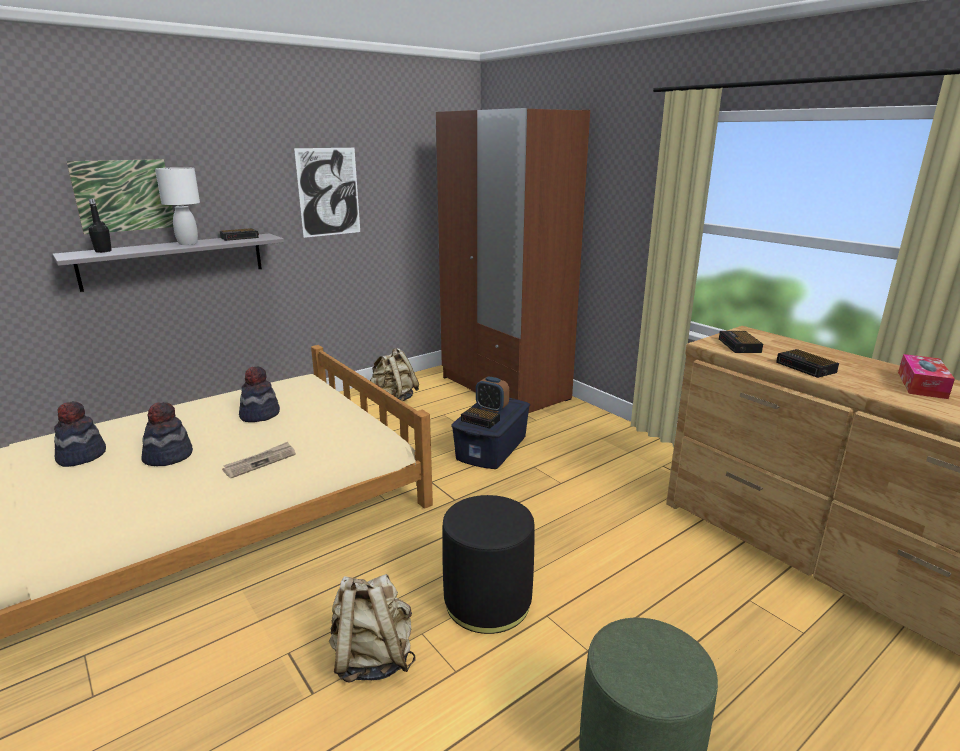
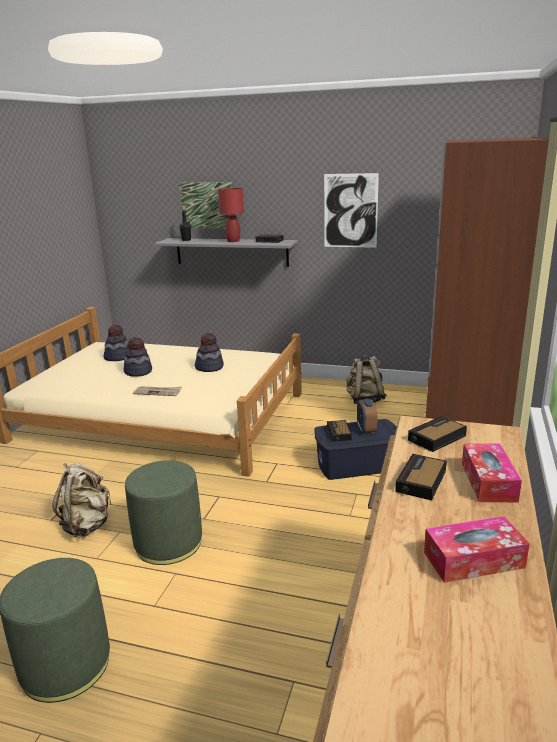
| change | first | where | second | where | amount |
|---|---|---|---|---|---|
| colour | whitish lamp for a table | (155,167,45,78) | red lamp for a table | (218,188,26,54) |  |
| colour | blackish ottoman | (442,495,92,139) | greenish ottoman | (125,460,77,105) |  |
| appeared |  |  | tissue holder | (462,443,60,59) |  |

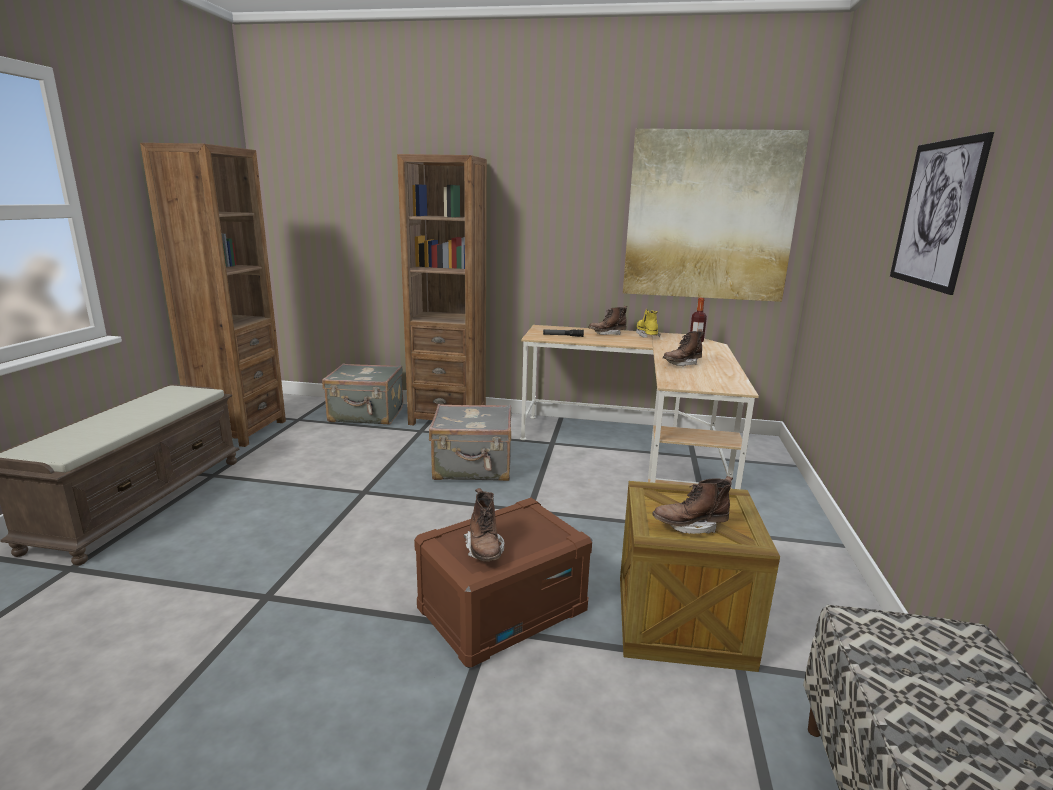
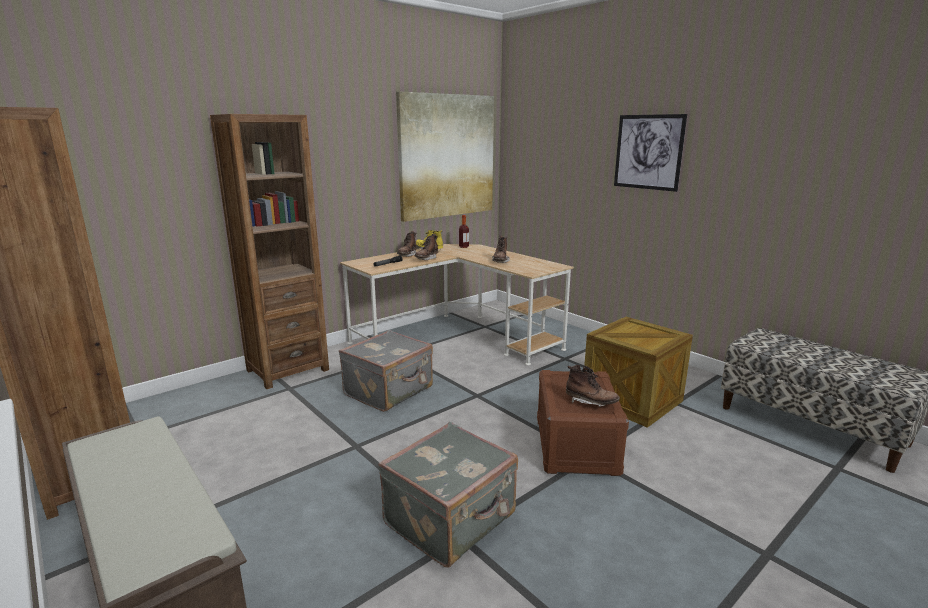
| change | first | where | second | where | amount |
|---|---|---|---|---|---|
| relocated | greyish travel case | (322,363,81,62) |  | (378,422,140,145) |  |
| relocated | brownish tall boot | (652,476,81,58) |  | (415,234,23,26) |  |

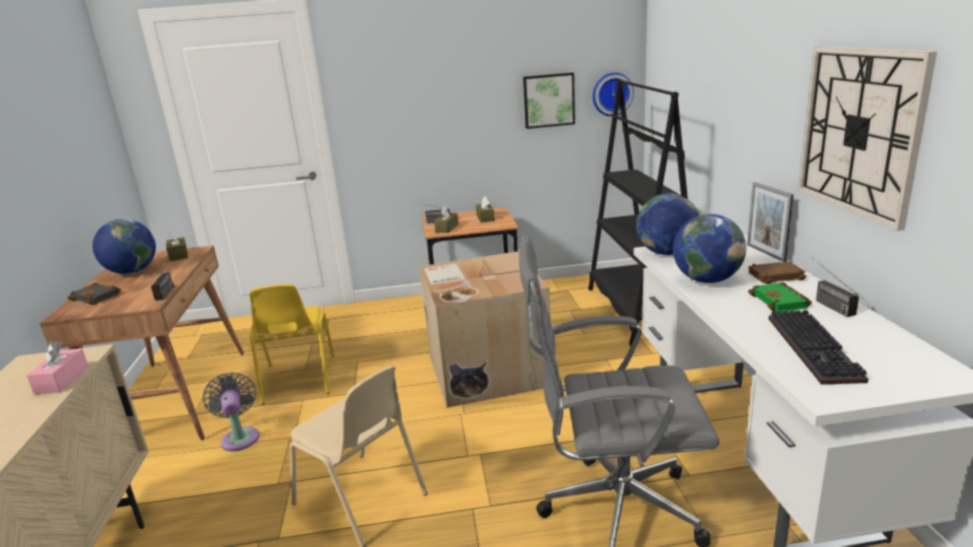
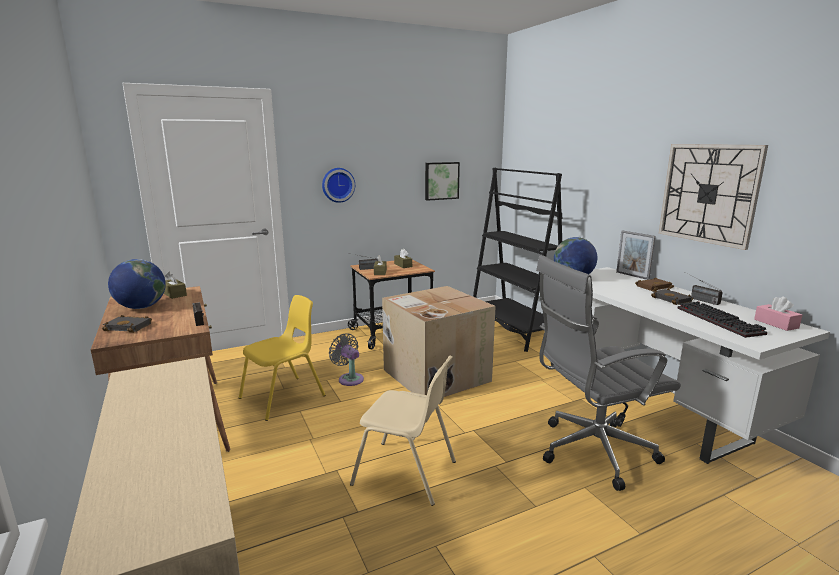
| change | first | where | second | where | amount |
|---|---|---|---|---|---|
| relocated | hanging clock | (592,72,42,44) |  | (322,168,33,35) |  |
| missing | world globe | (673,214,73,69) |  |  |  |
| colour | greenish volume | (748,282,64,30) | blackish volume | (651,288,42,17) |  |
| spun | yellow upright chair | (250,284,85,121) |  | (239,295,86,126) | 105 degrees counterclockwise |
| relocated | pink tissue holder | (26,341,63,53) |  | (754,296,48,35) |  |
| relocated | greyish cooling fan | (203,372,56,79) |  | (329,333,35,53) |  |

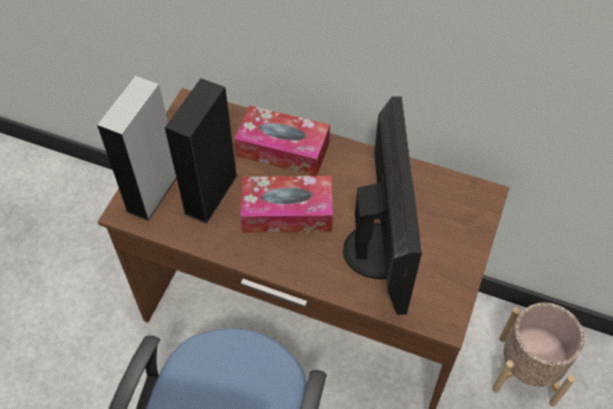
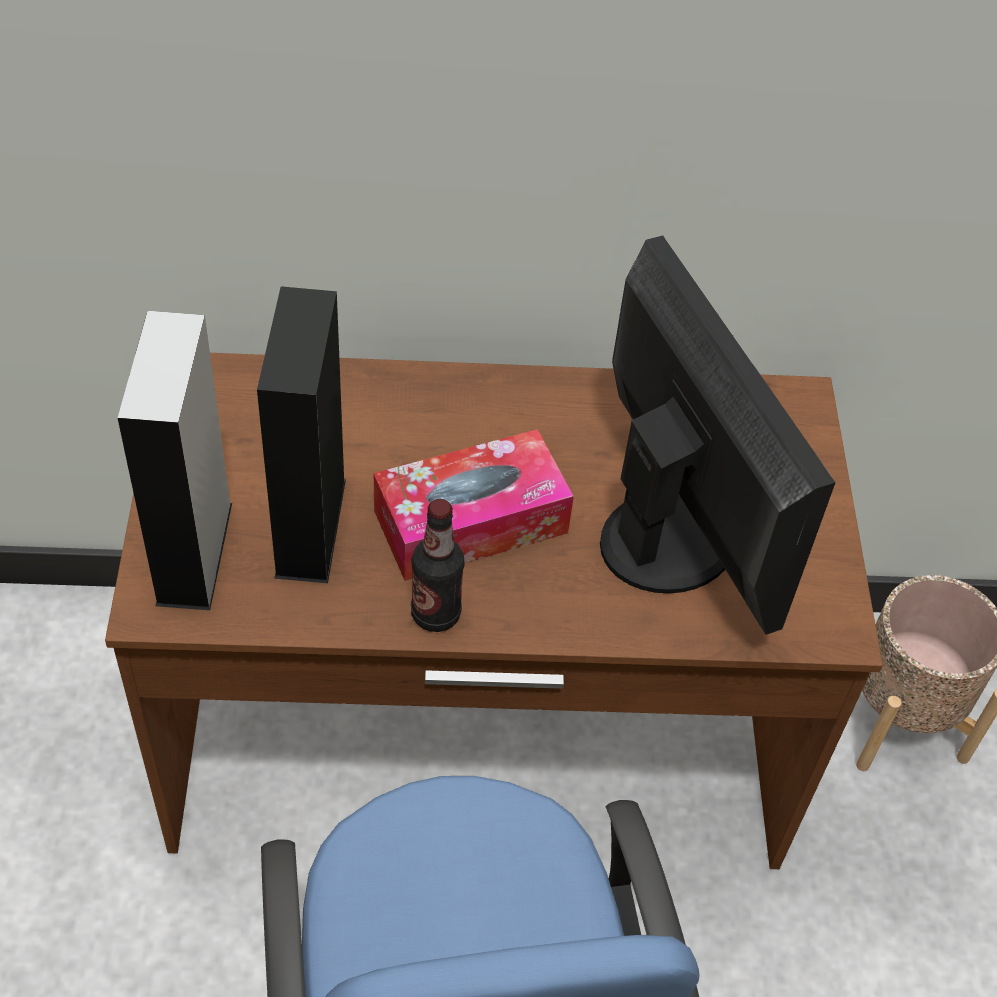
| change | first | where | second | where | amount |
|---|---|---|---|---|---|
| missing | tissue holder | (234,105,96,71) |  |  |  |
| appeared |  |  | beverage bottle | (411,499,53,133) |  |

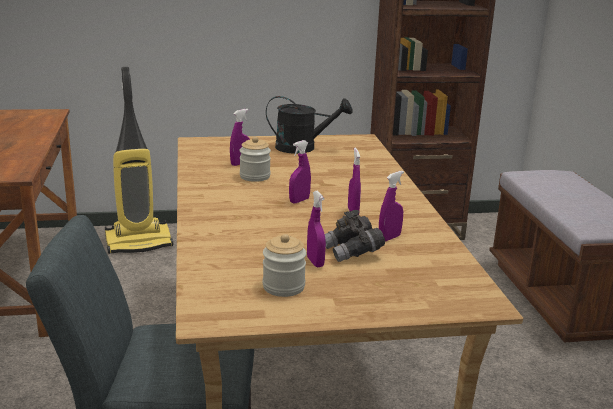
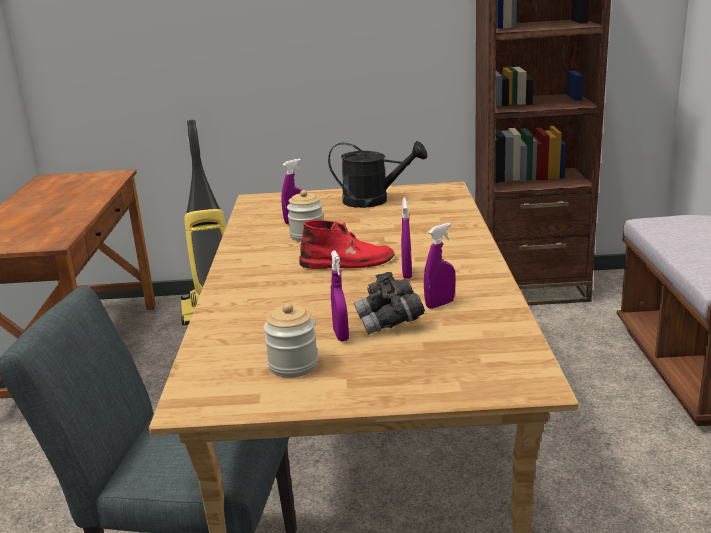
| change | first | where | second | where | amount |
|---|---|---|---|---|---|
| exchanged | purplish spray bottle | (289,140,22,63) | red tall boot | (299,220,96,49) |  |

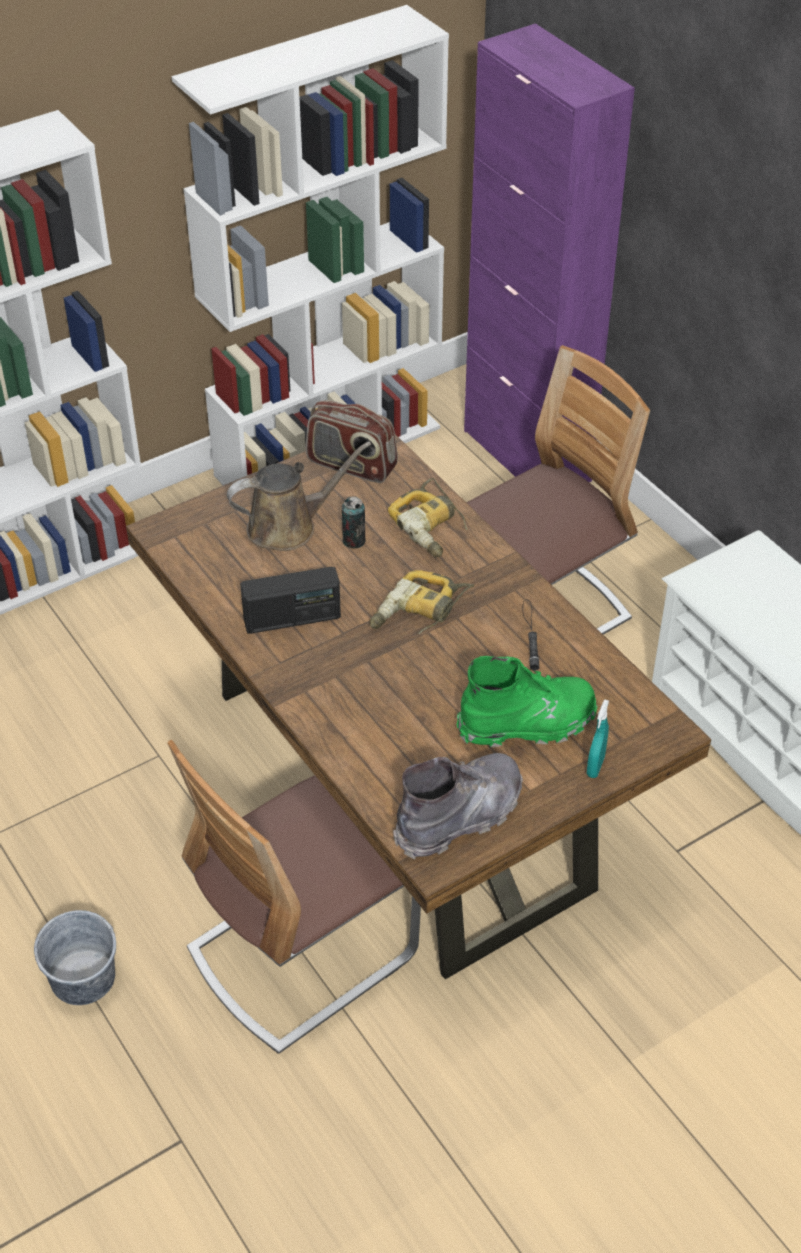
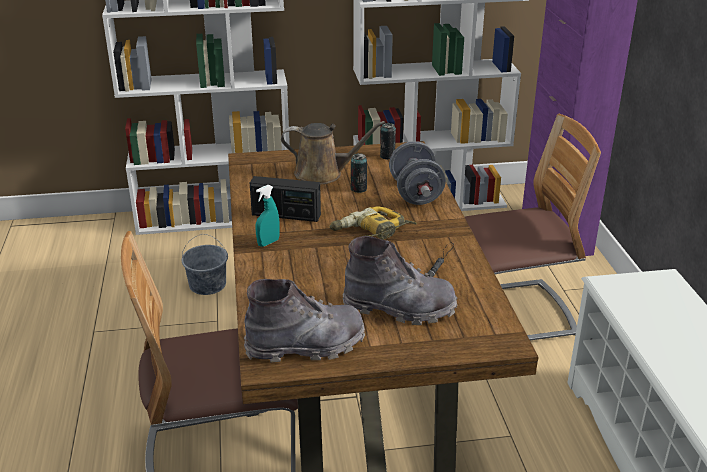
| change | first | where | second | where | amount |
|---|---|---|---|---|---|
| exchanged | radio receiver | (306,400,92,83) | can | (380,123,16,37) |  |
| exchanged | drill | (388,478,79,79) | greyish hand weight | (389,141,57,64) |  |
| colour | greenish tall boot | (456,656,141,92) | greyish tall boot | (342,236,115,89) |  |
| relocated | turquoise-coloured spray bottle | (587,699,22,79) |  | (255,185,25,62) |  |
| relocated | greyish water bucket | (34,910,82,95) |  | (182,234,46,61) |  |

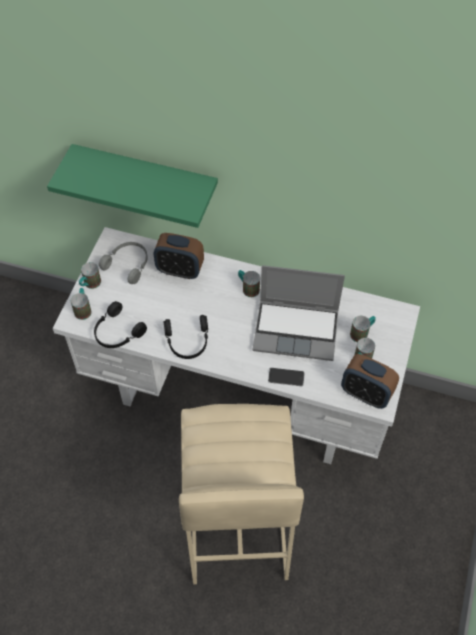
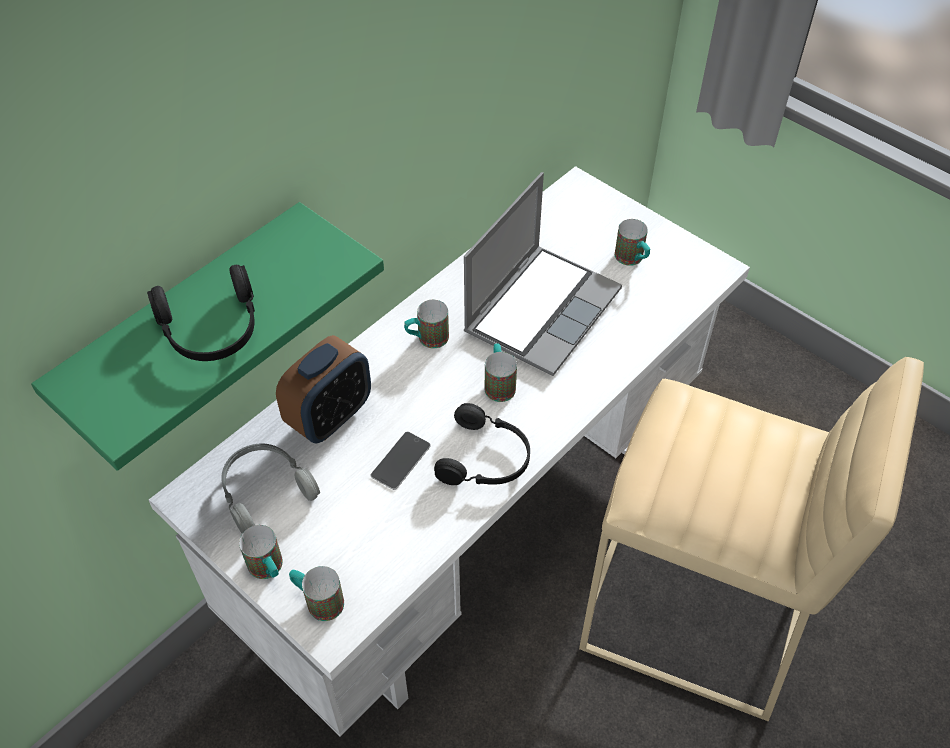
| change | first | where | second | where | amount |
|---|---|---|---|---|---|
| relocated | blackish headphones | (94,301,53,47) |  | (147,265,108,96) |  |
| relocated | tea mug | (350,316,26,26) |  | (485,343,32,59) |  |
| missing | bedside clock | (341,354,58,55) |  |  |  |
| relocated | phone | (268,368,37,18) |  | (371,431,60,59) |  |

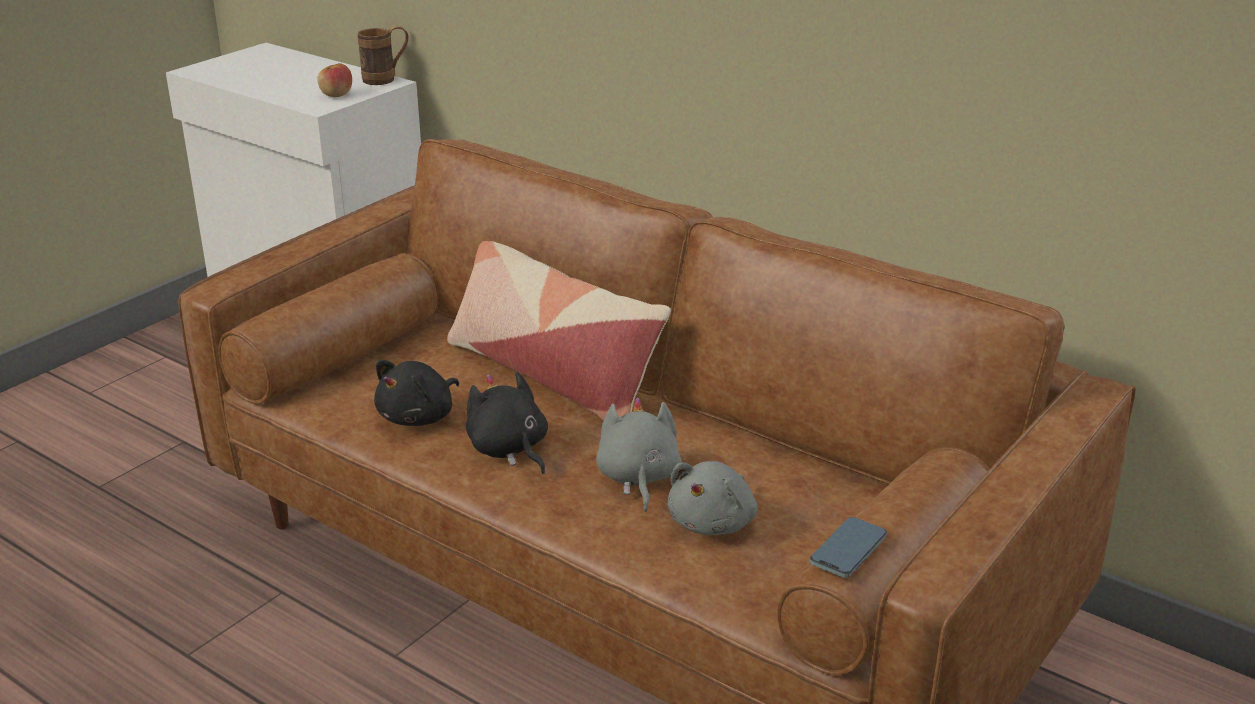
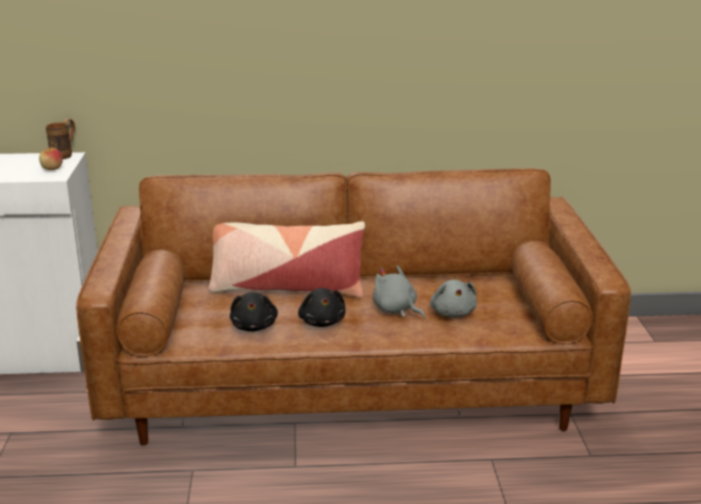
| change | first | where | second | where | amount |
|---|---|---|---|---|---|
| spun | blackish plush toy | (466,371,82,103) |  | (298,288,47,39) | 120 degrees counterclockwise |
| missing | phone | (810,517,77,61) |  |  |  |

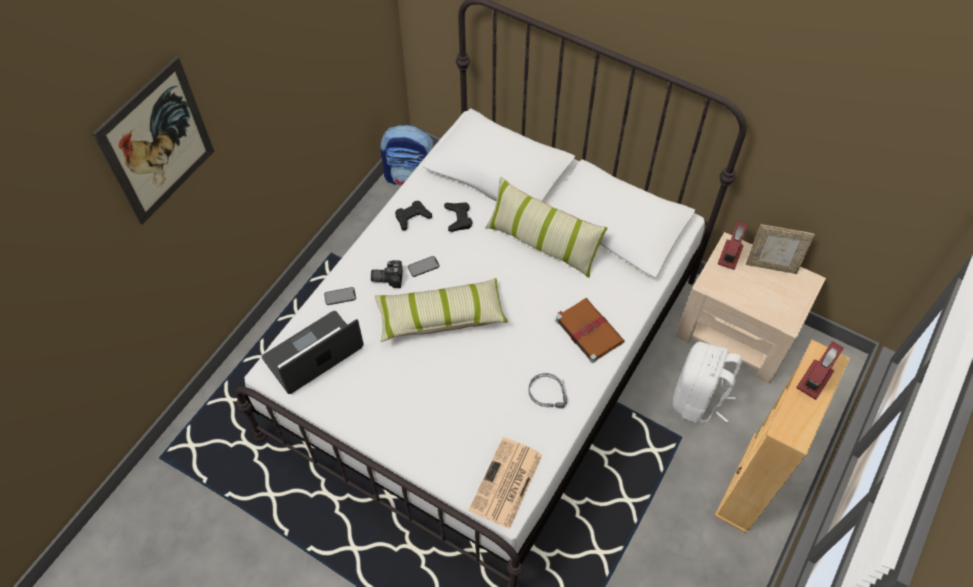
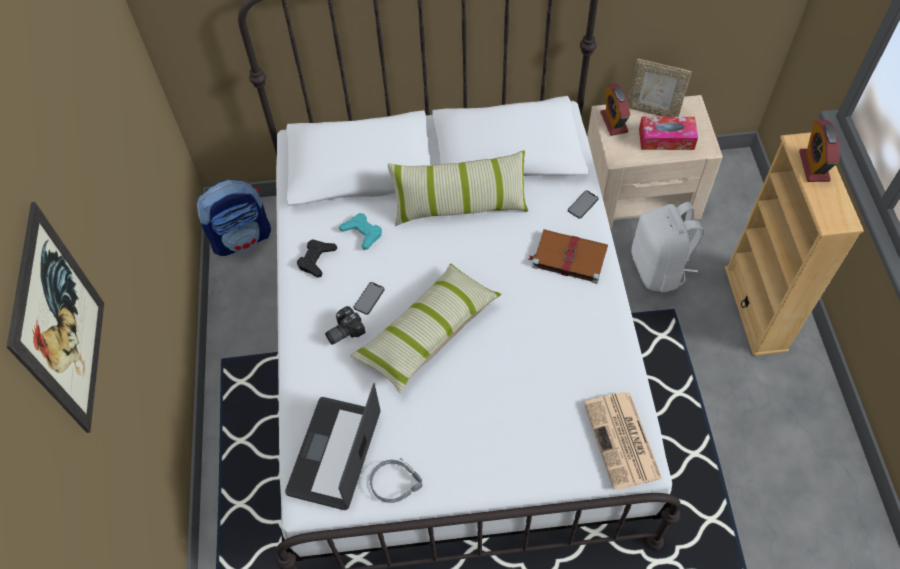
| change | first | where | second | where | amount |
|---|---|---|---|---|---|
| colour | blackish gamepad | (444,202,28,30) | turquoise-coloured gamepad | (339,213,43,37) |  |
| spun | photo frame | (746,224,69,50) |  | (628,58,64,59) | 45 degrees clockwise |
| relocated | phone | (324,287,32,18) |  | (568,191,31,28) |  |
| relocated | greyish headphones | (528,373,39,35) |  | (370,458,52,45) |  |
| appeared |  |  | tissue holder | (639,117,59,33) |  |

